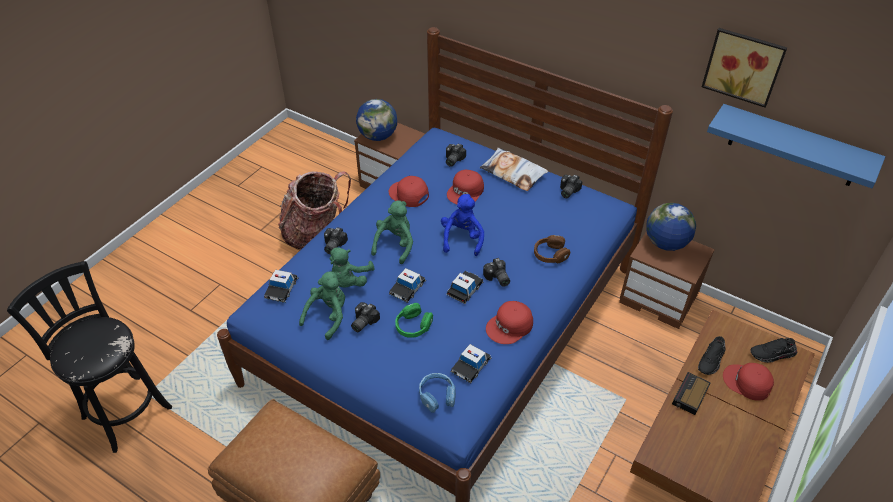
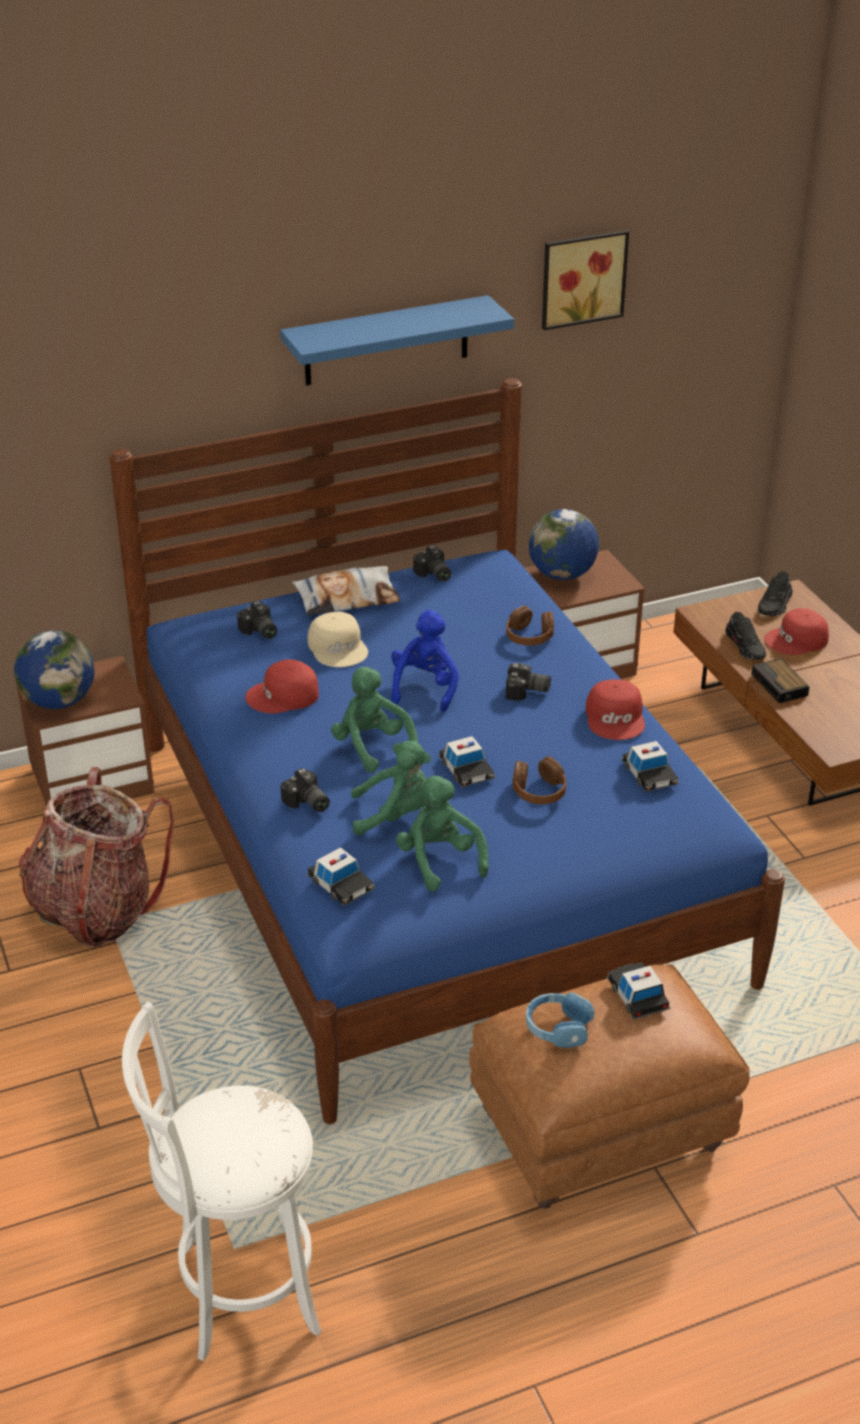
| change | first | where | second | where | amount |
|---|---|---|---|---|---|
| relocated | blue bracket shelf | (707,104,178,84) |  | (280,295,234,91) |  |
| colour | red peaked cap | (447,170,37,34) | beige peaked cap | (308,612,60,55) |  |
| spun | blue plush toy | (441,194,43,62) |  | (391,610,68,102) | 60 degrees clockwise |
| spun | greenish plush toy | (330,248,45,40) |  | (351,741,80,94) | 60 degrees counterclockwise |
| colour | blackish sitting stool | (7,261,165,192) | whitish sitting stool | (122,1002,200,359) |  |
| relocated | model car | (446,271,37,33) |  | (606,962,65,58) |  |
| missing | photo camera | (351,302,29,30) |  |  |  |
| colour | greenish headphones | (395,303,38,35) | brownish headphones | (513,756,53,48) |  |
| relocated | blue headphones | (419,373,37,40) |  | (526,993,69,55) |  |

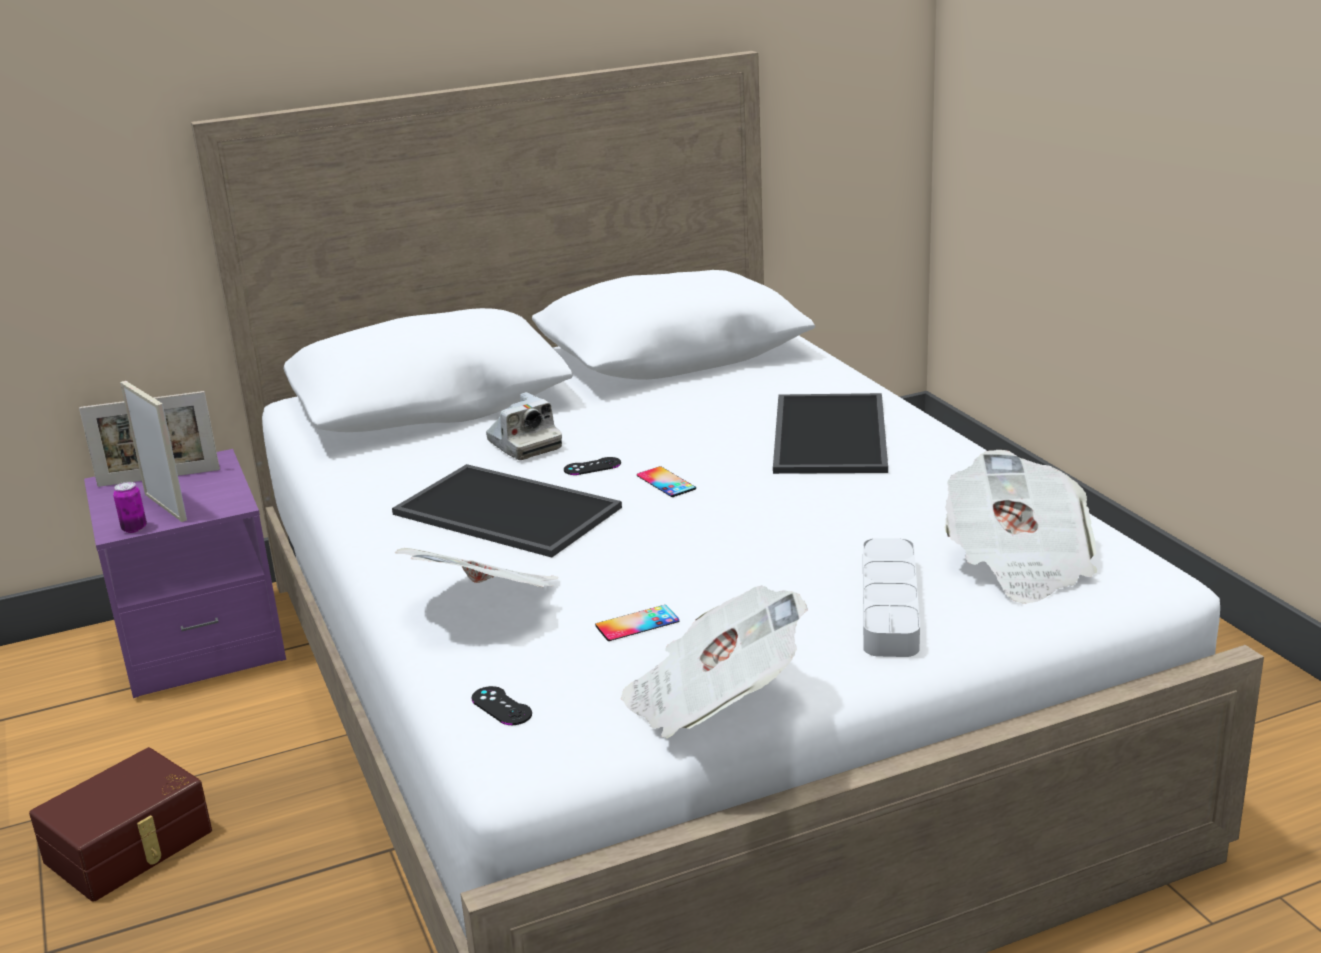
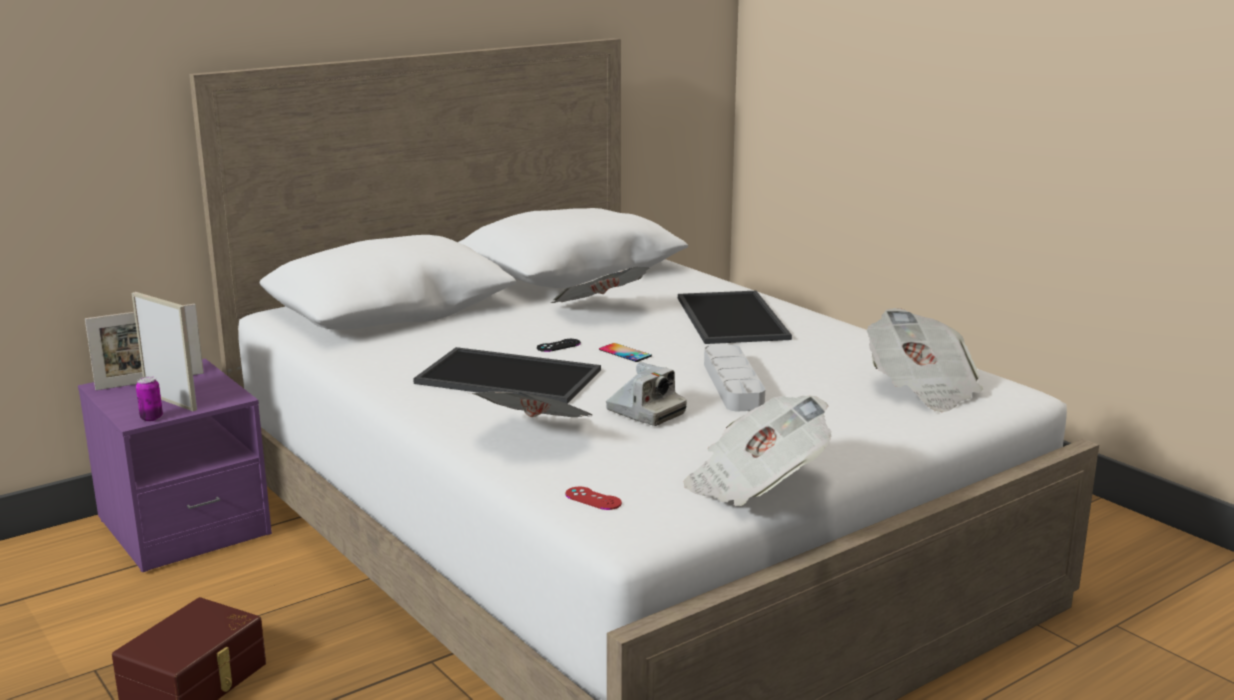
| change | first | where | second | where | amount |
|---|---|---|---|---|---|
| relocated | photo camera | (486,392,76,68) |  | (606,362,81,64) |  |
| relocated | greyish carrying tray | (863,538,57,119) |  | (704,344,61,67) |  |
| missing | phone | (595,605,84,36) |  |  |  |
| colour | blackish gamepad | (471,686,61,39) | red gamepad | (565,487,57,23) |  |
| appeared |  |  | daily paper | (551,267,98,36) |  |

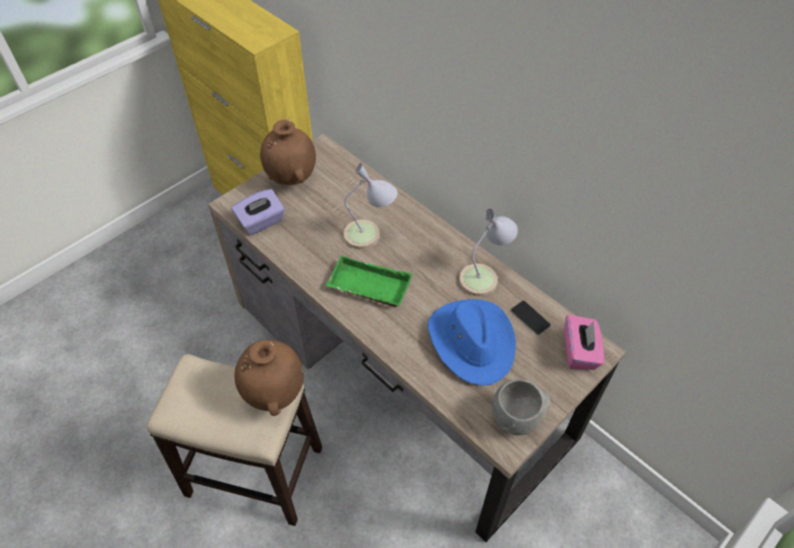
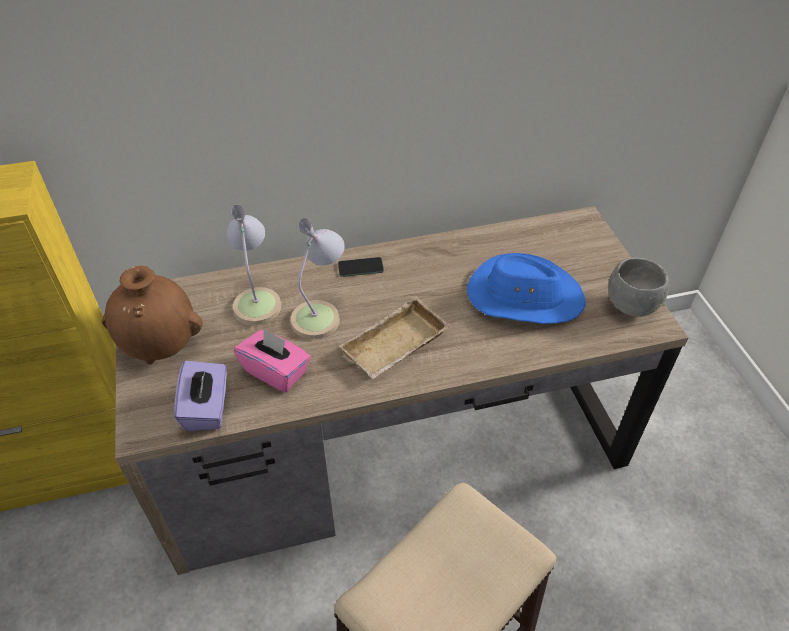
| change | first | where | second | where | amount |
|---|---|---|---|---|---|
| relocated | lamp for a table | (459,209,59,88) |  | (226,204,56,121) |  |
| colour | greenish carrying tray | (326,255,87,52) | beige carrying tray | (339,296,111,83) |  |
| relocated | phone | (511,301,40,34) |  | (338,257,46,20) |  |
| relocated | pink tissue holder | (564,315,40,55) |  | (234,328,77,65) |  |
| missing | brownish flower vase | (235,340,69,76) |  |  |  |

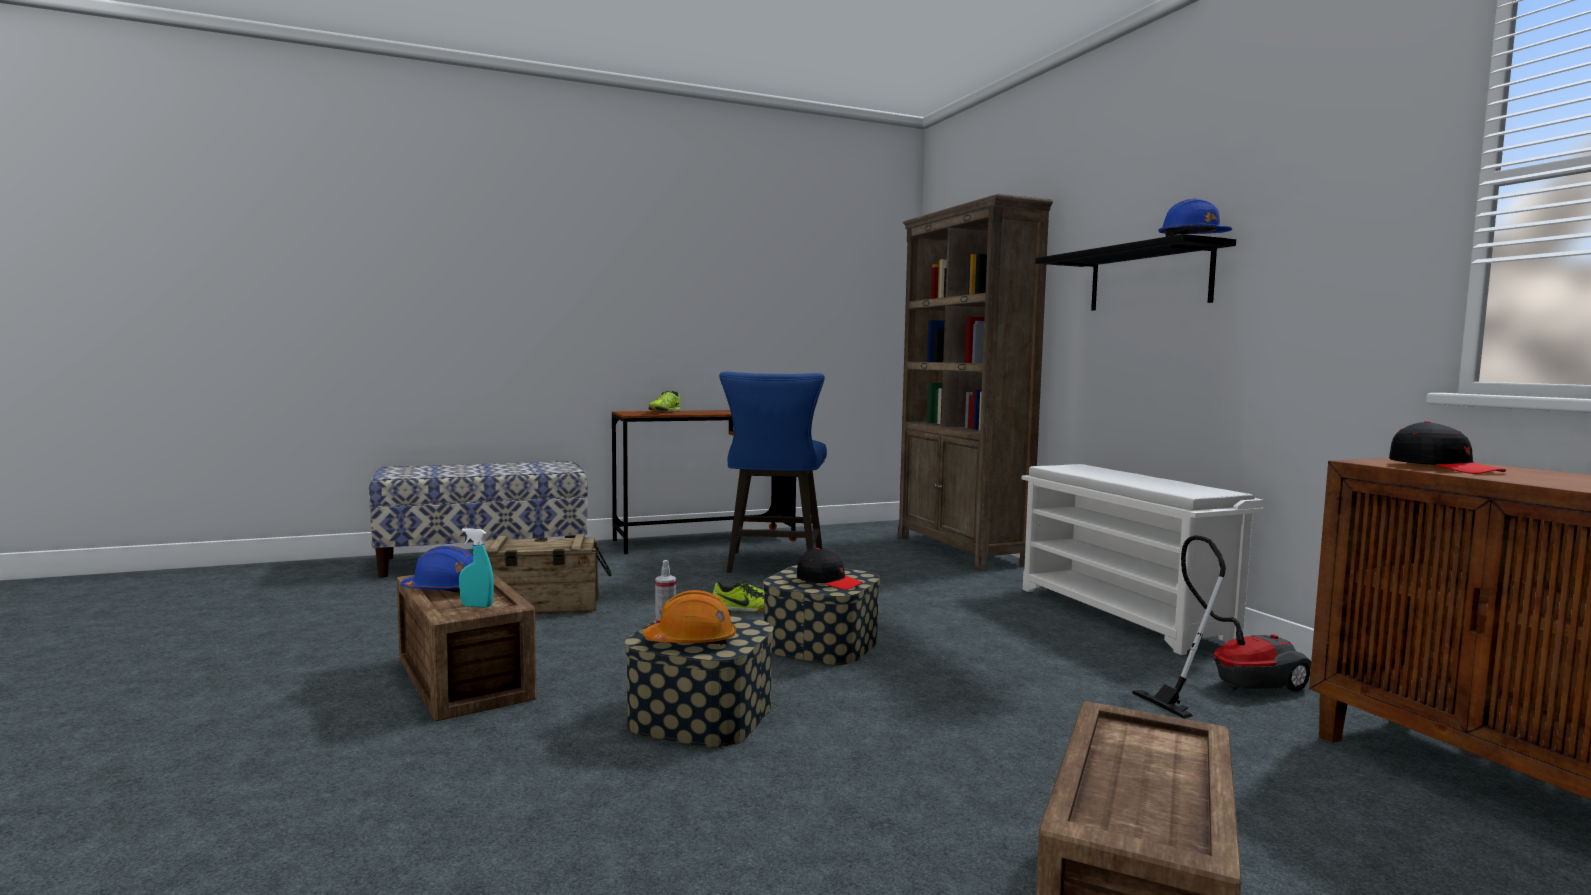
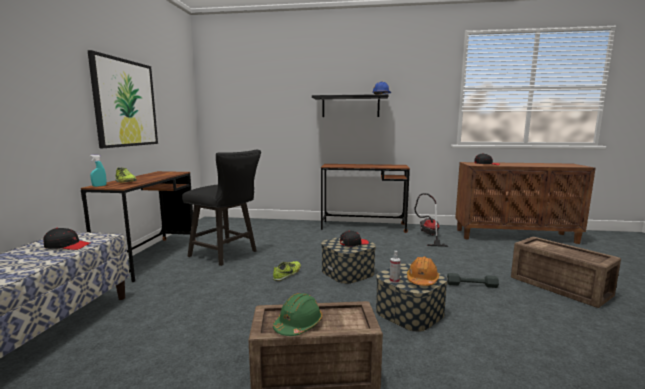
| change | first | where | second | where | amount |
|---|---|---|---|---|---|
| missing | brownish bookcase | (898,194,155,377) |  |  |  |
| colour | blue sitting stool | (719,371,108,202) | blackish sitting stool | (182,149,79,117) |  |
| exchanged | whitish shoe stand | (1022,464,242,191) | brownish desk table | (321,164,89,69) |  |
| relocated | turquoise-coloured spray bottle | (459,528,35,80) |  | (90,155,17,32) |  |
| missing | shipping crate | (483,534,129,81) |  |  |  |
| colour | blue hard hat | (401,546,73,46) | greenish hard hat | (273,293,49,43) |  |
| appeared |  |  | picture | (87,50,71,98) |  |
| appeared |  |  | blackish peaked cap | (43,228,47,22) |  |
| appeared |  |  | greyish hand weight | (447,273,52,15) |  |

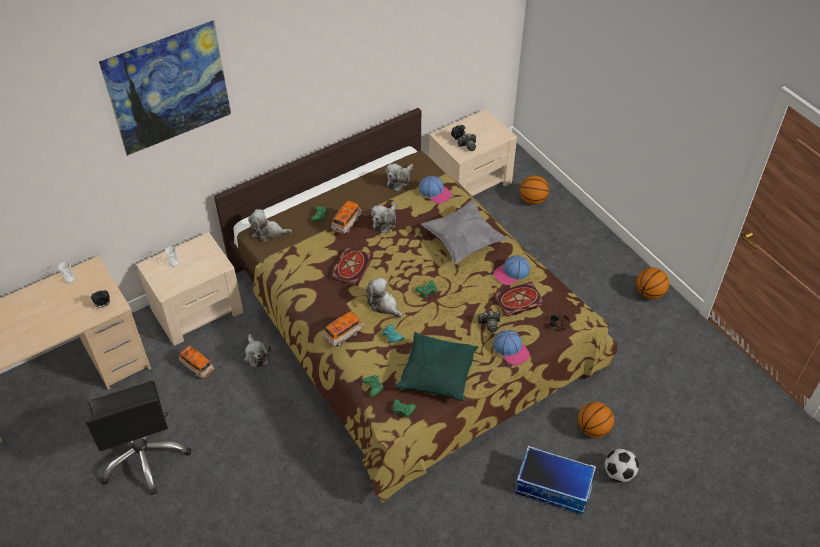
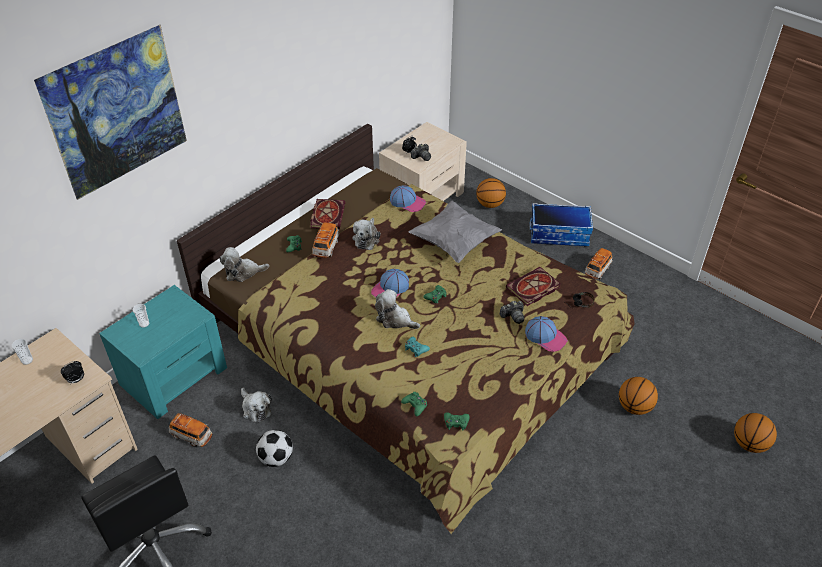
| change | first | where | second | where | amount |
|---|---|---|---|---|---|
| missing | plush toy | (386,164,27,28) |  |  |  |
| colour | beige bedside table | (136,232,107,114) | turquoise-coloured bedside table | (99,285,128,134) |  |
| relocated | volume | (331,247,42,39) |  | (310,199,36,30) |  |
| relocated | peaked cap | (494,255,36,30) |  | (371,269,38,29) |  |
| relocated | basketball ball | (636,267,33,32) |  | (734,413,43,40) |  |
| relocated | model car | (323,312,40,35) |  | (585,248,28,31) |  |
| missing | greenish pillow | (395,332,83,69) |  |  |  |
| relocated | storage bin | (515,446,81,69) |  | (530,203,63,43) |  |
| relocated | ball for football | (605,448,34,35) |  | (256,430,37,37) |  |

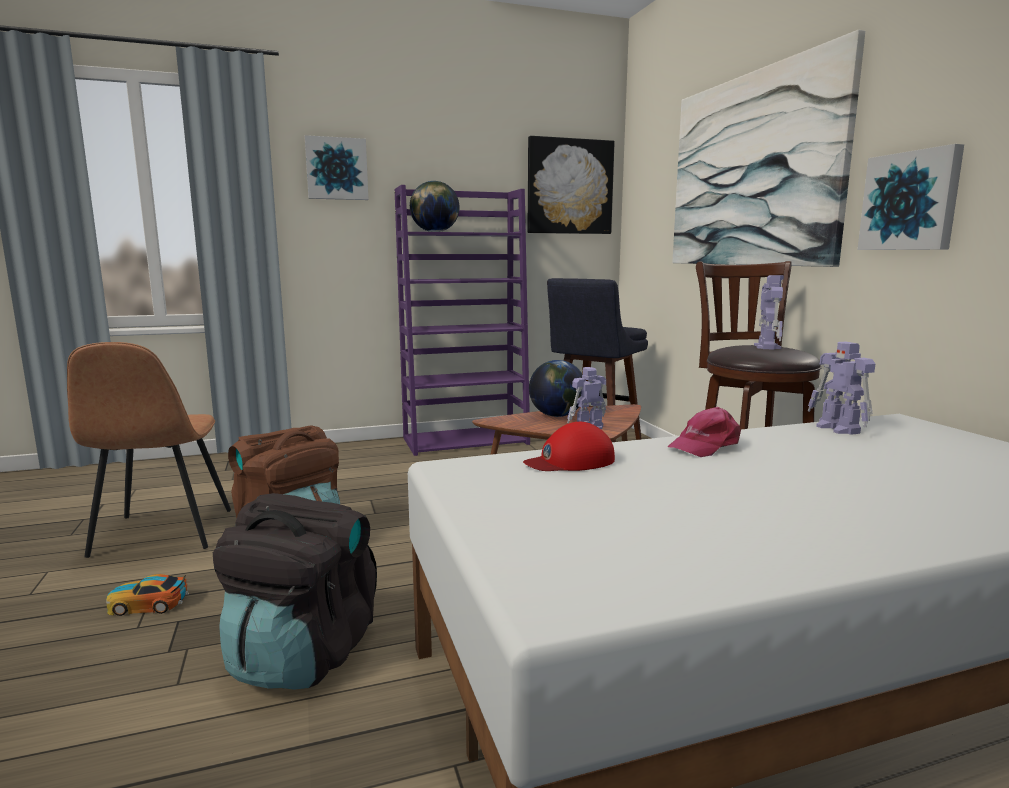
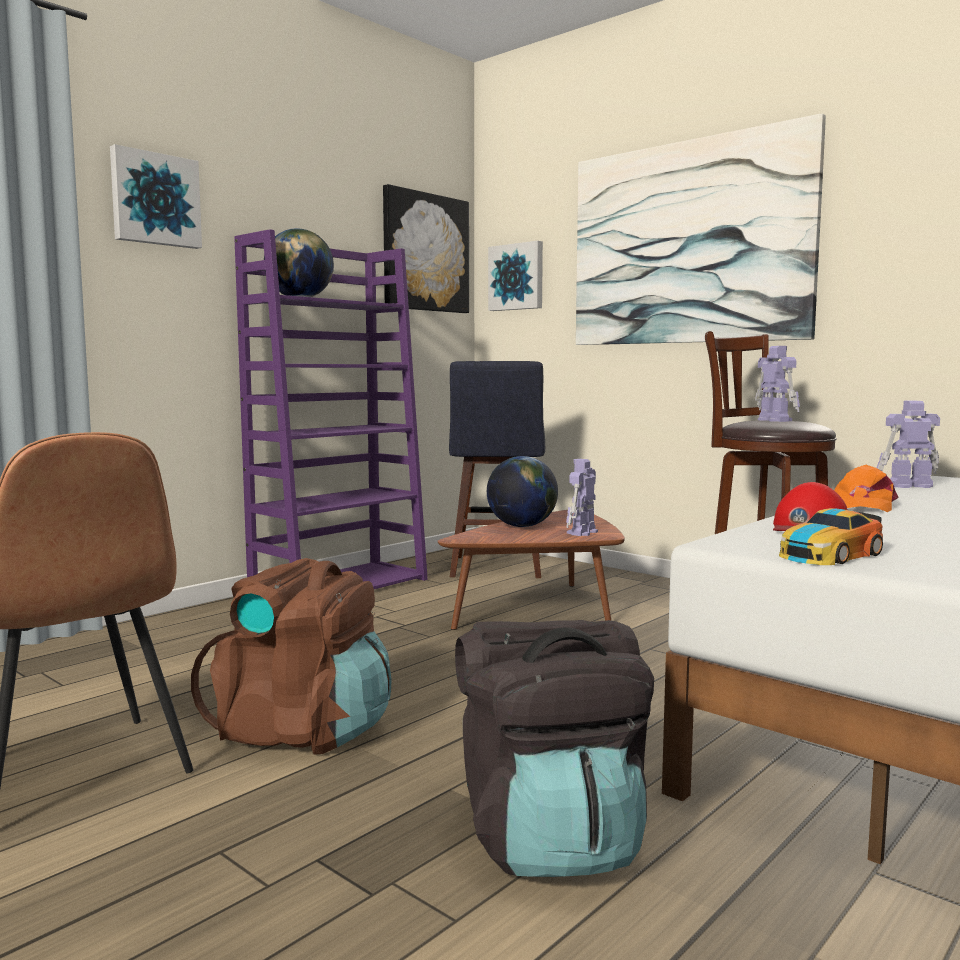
| change | first | where | second | where | amount |
|---|---|---|---|---|---|
| relocated | picture | (857,144,107,106) |  | (488,241,55,70) |  |
| spun | toy robot | (808,342,67,93) |  | (877,400,63,88) | 135 degrees clockwise |
| colour | pink peaked cap | (668,407,73,50) | orangey peaked cap | (834,465,65,47) |  |
| relocated | model car | (106,574,83,42) |  | (779,508,104,57) |  |

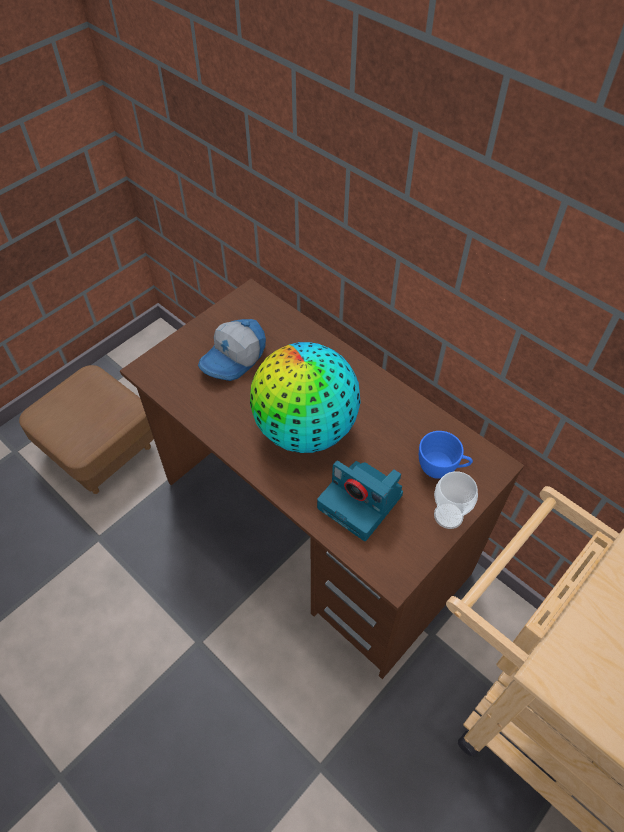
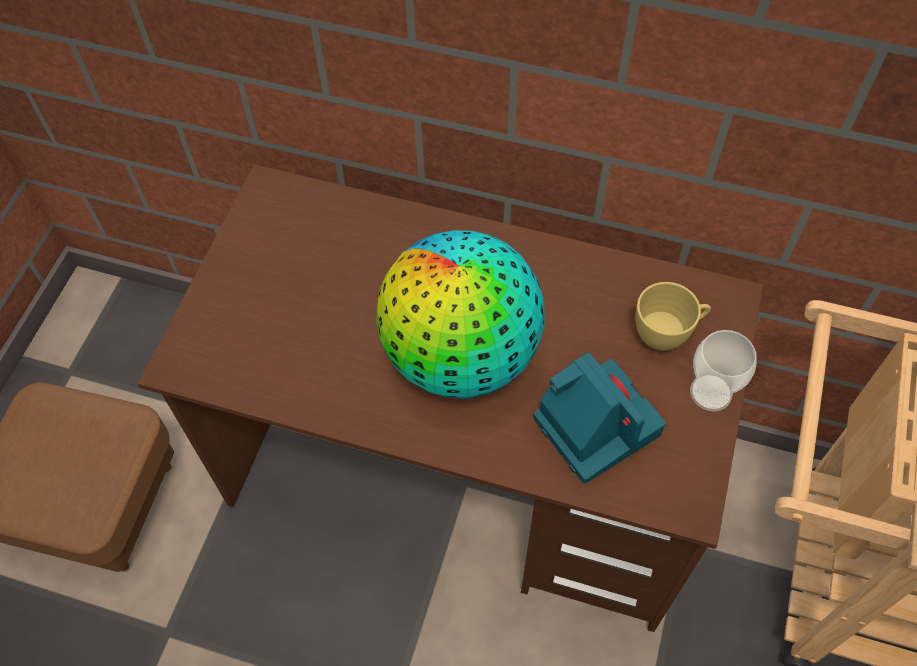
| change | first | where | second | where | amount |
|---|---|---|---|---|---|
| missing | peaked cap | (198,319,68,62) |  |  |  |
| colour | blue small cup | (419,431,54,48) | yellow small cup | (636,282,75,69) |  |
| spun | photo camera | (317,461,86,80) |  | (533,352,133,132) | 135 degrees counterclockwise |

